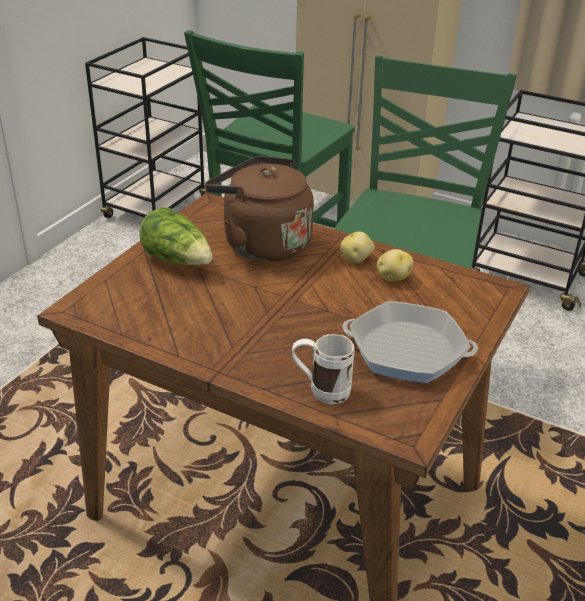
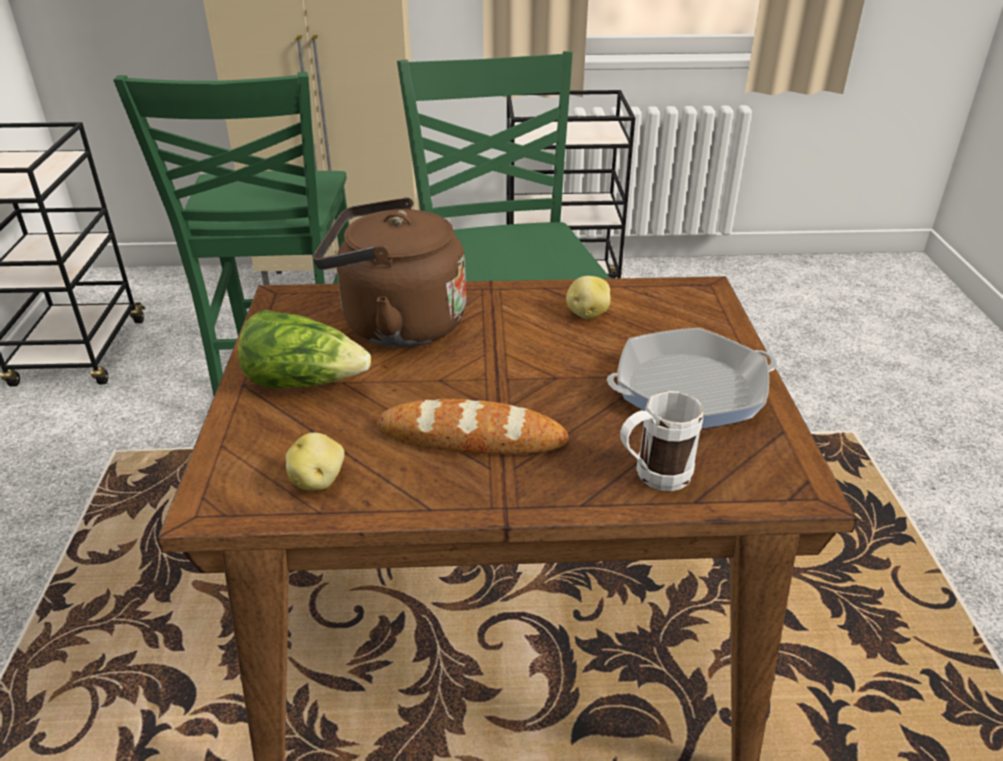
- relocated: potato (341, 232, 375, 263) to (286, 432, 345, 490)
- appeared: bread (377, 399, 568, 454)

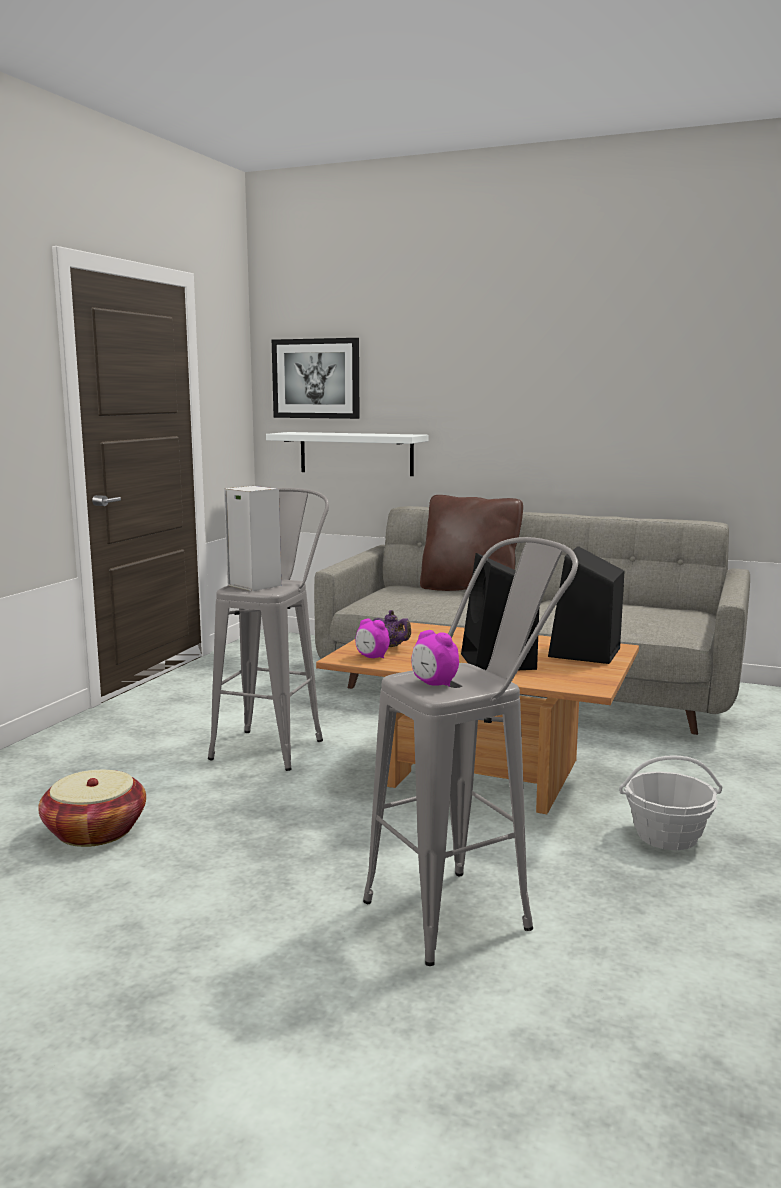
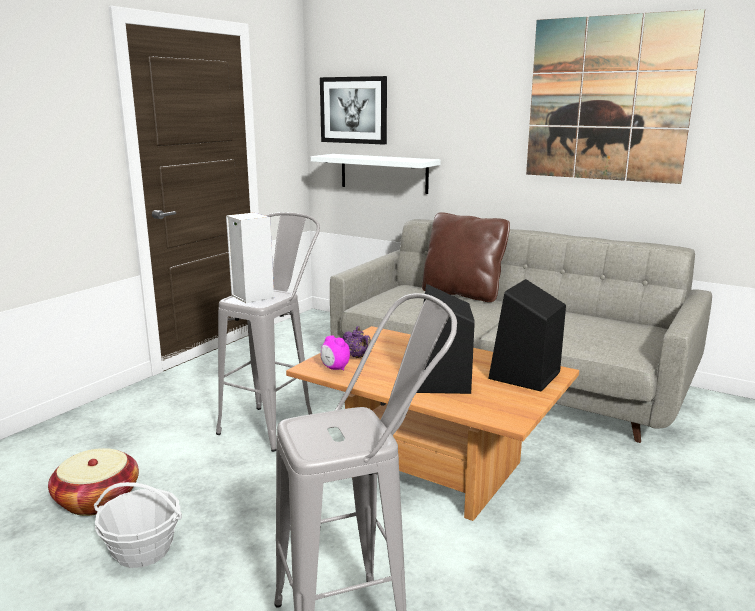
- missing: alarm clock (411, 630, 459, 687)
- relocated: basket (619, 755, 723, 850) to (94, 482, 182, 568)
- appeared: picture (526, 9, 705, 184)

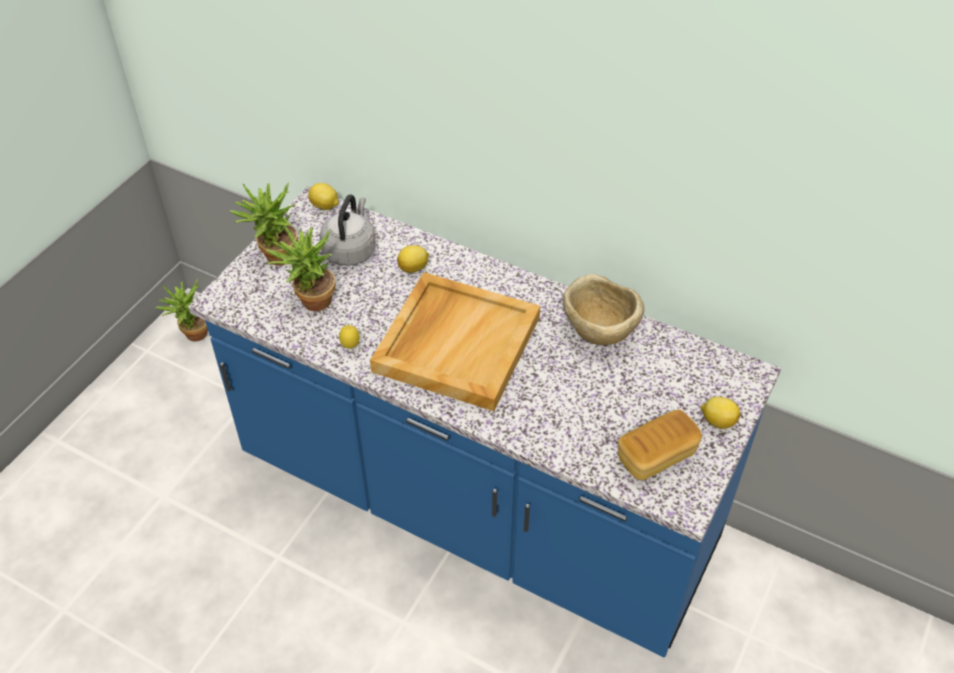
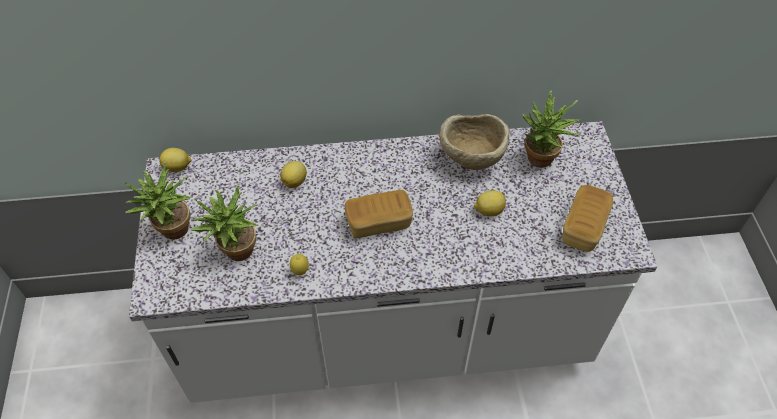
- colour: blue counter (188, 186, 781, 657) to white counter (129, 121, 658, 403)
- missing: grey kettle (319, 195, 376, 266)
- exchanged: beige tray (370, 272, 540, 411) to bread (345, 190, 413, 238)
- relocated: potted plant (156, 279, 208, 341) to (522, 90, 581, 168)
- relocated: lemon (701, 397, 740, 429) to (474, 190, 506, 216)

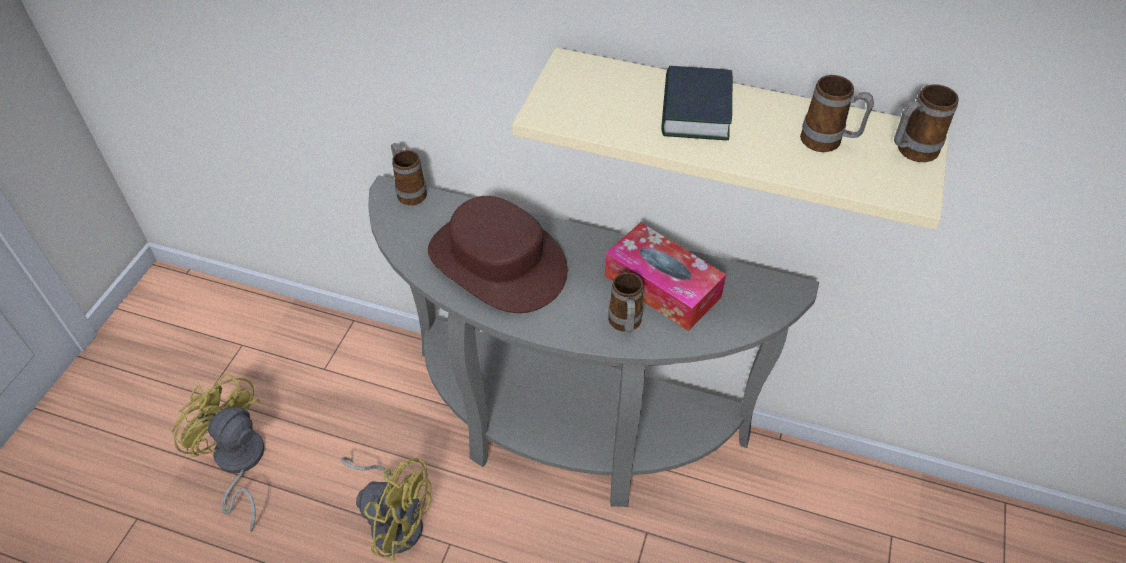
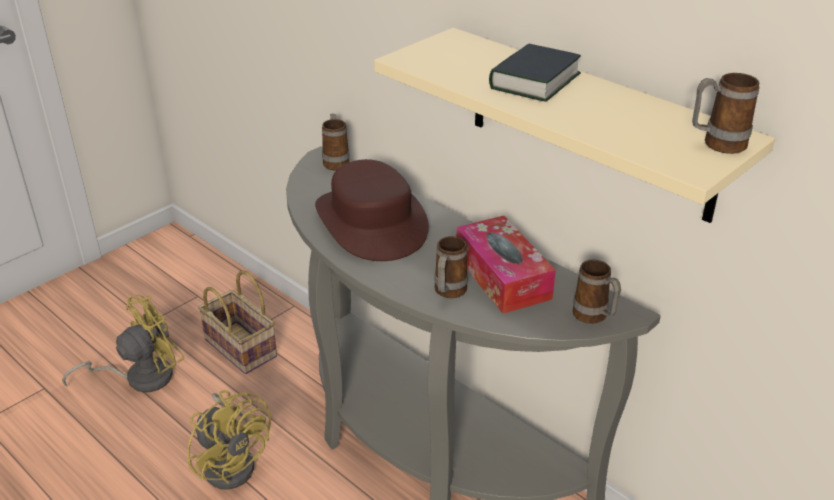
- relocated: mug (800, 75, 874, 152) to (573, 260, 621, 324)
- spun: yellow fan (172, 372, 264, 532) = (62, 295, 185, 393) 75 degrees clockwise
- appeared: basket (198, 270, 277, 374)

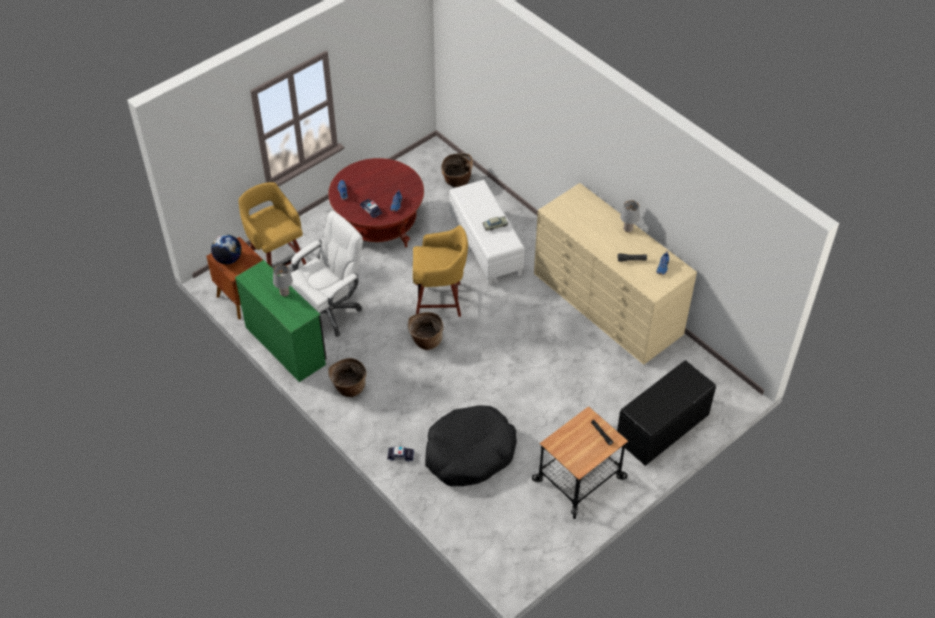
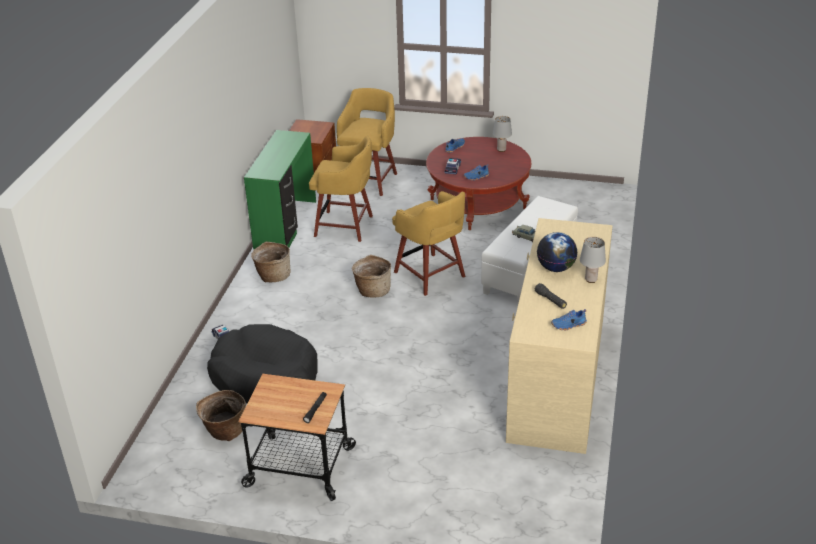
- relocated: basket (441, 153, 473, 187) to (196, 390, 246, 441)
- exchanged: white office chair (291, 211, 363, 337) to yellow stool (309, 136, 373, 242)
- relocated: globe (211, 234, 242, 264) to (537, 232, 577, 272)
- relocated: grey table lamp (273, 264, 293, 297) to (493, 116, 512, 152)
- missing: black bench (617, 360, 716, 466)

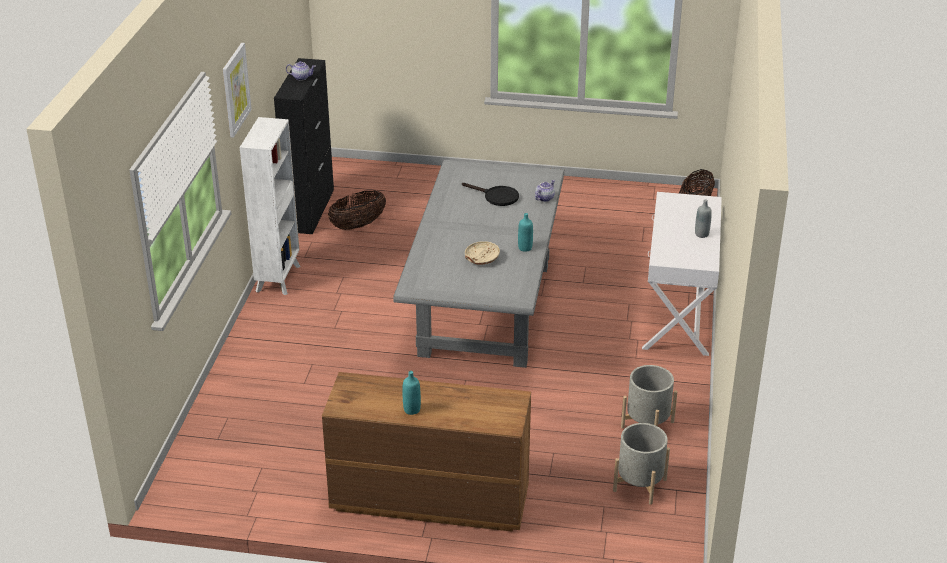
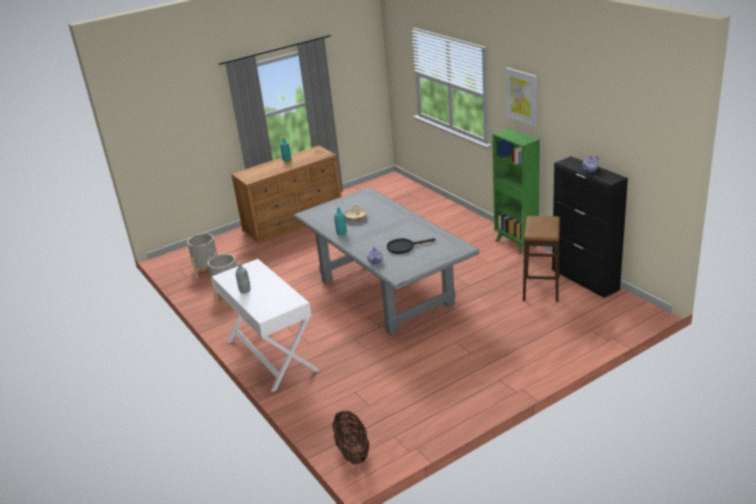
- colour: white bookcase (240, 117, 301, 295) to green bookcase (492, 128, 540, 254)
- exchanged: basket (328, 191, 386, 230) to stool (523, 216, 560, 302)

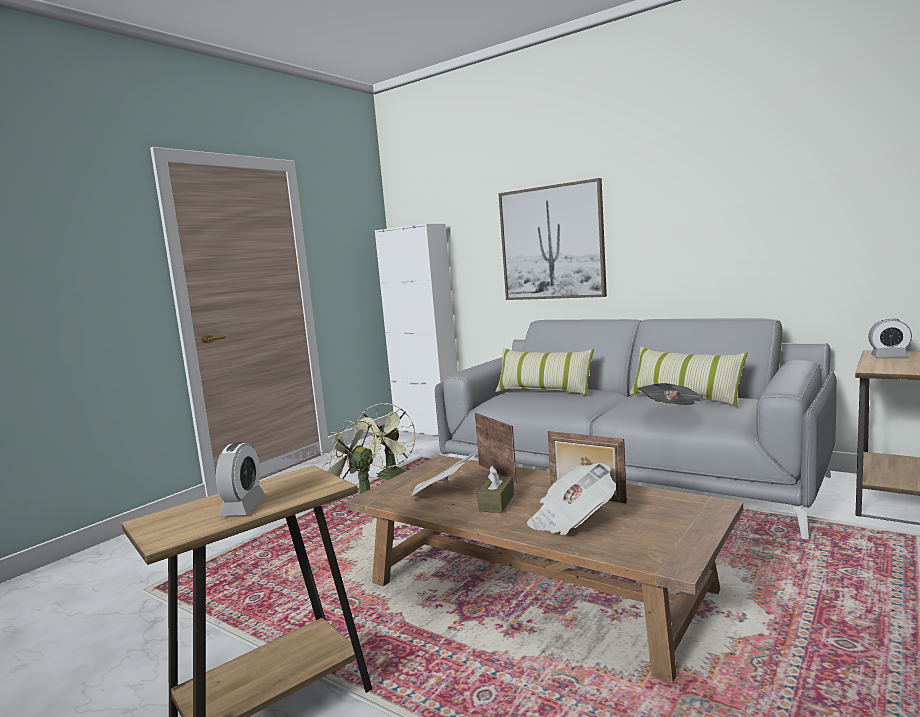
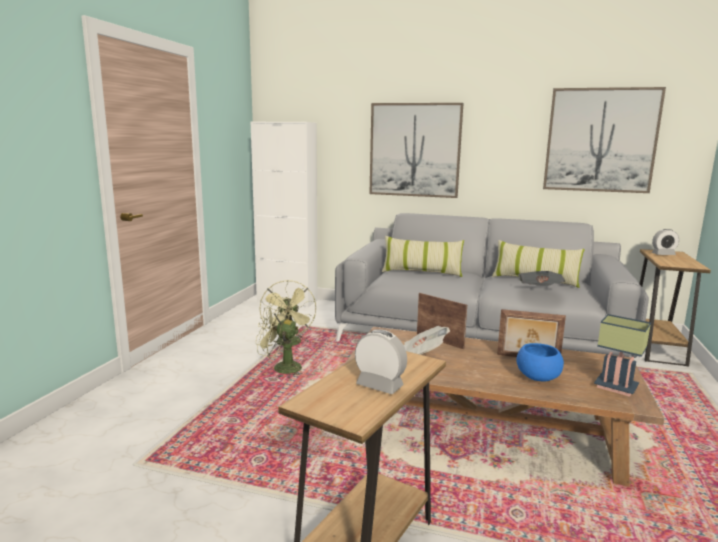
- spun: alarm clock (216, 442, 267, 516) = (355, 329, 407, 394) 45 degrees counterclockwise
- exchanged: newspaper (527, 463, 616, 535) to blue bowl (516, 343, 564, 382)
- missing: brown tissue box (477, 466, 514, 513)
- appeared: picture (543, 87, 666, 193)
- appeared: table lamp (594, 314, 651, 397)

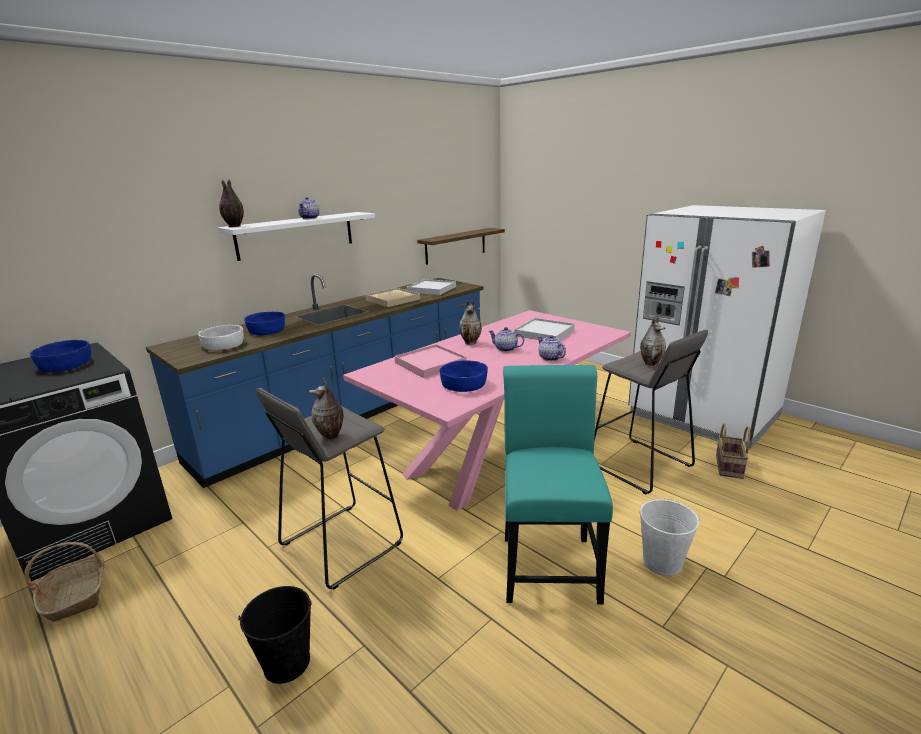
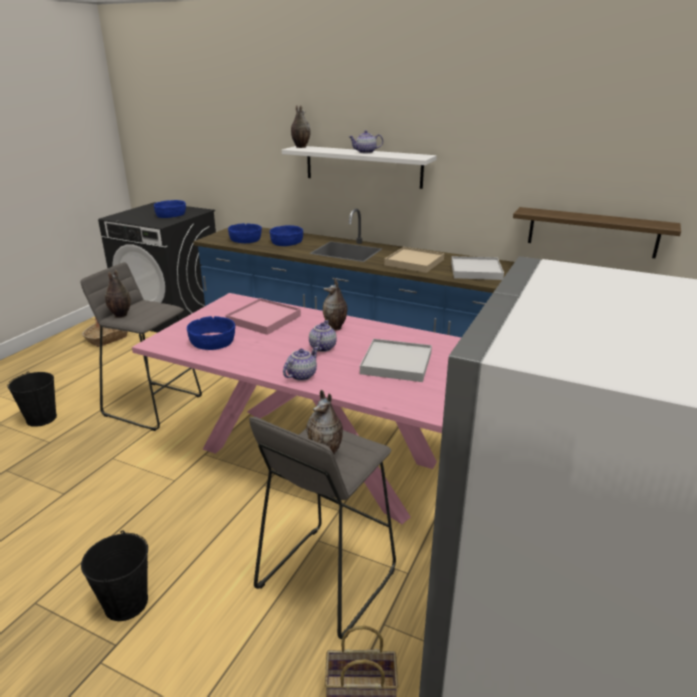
- colour: white bowl (198, 325, 244, 350) to blue bowl (228, 223, 262, 243)
- missing: turquoise chair (503, 365, 613, 605)
- colour: white bucket (639, 498, 700, 576) to black bucket (81, 531, 148, 621)

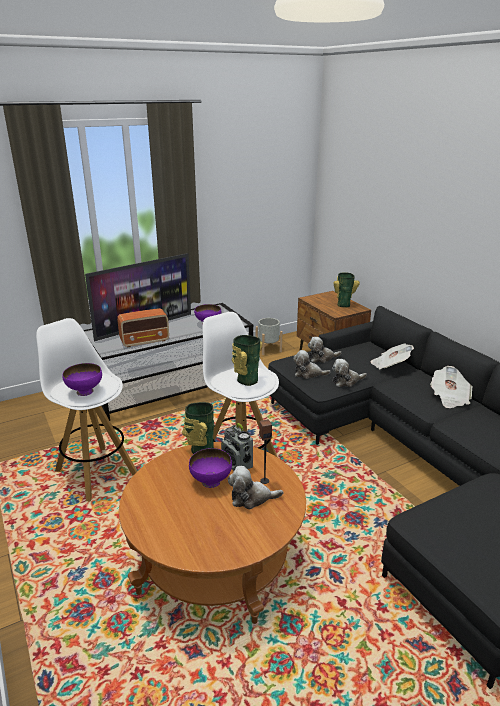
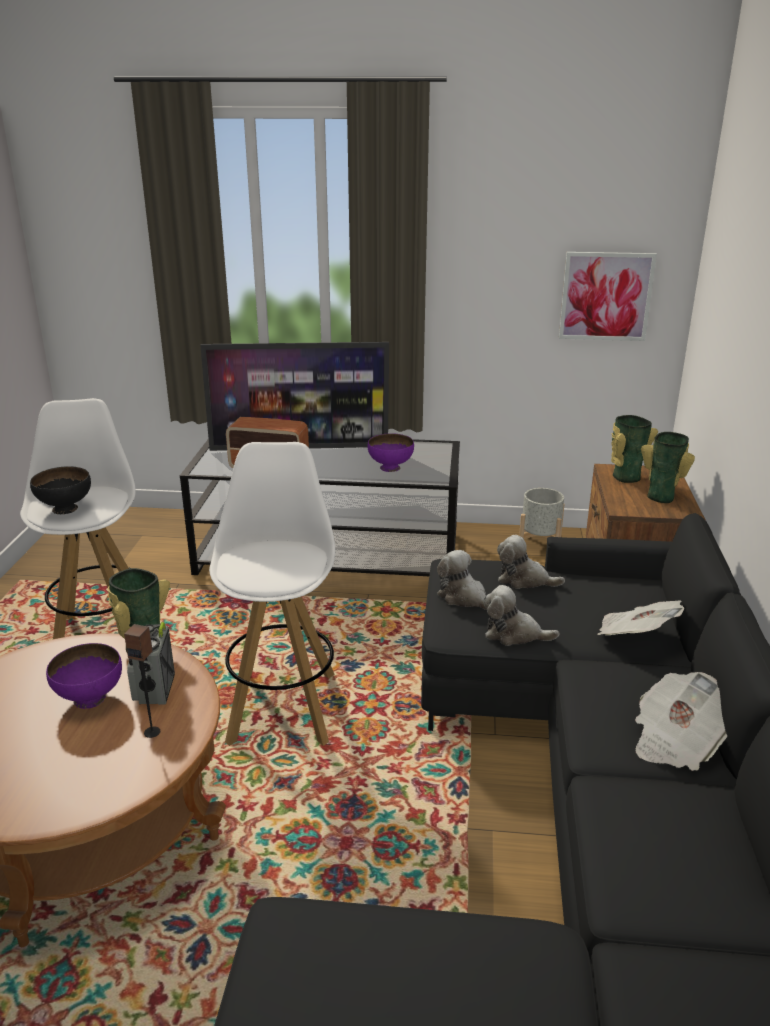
- relocated: vase (232, 335, 262, 386) to (611, 415, 658, 483)
- colour: purple bowl (63, 363, 102, 396) to black bowl (30, 466, 91, 514)
- missing: plush toy (228, 466, 284, 510)
- appeared: picture (559, 252, 657, 341)

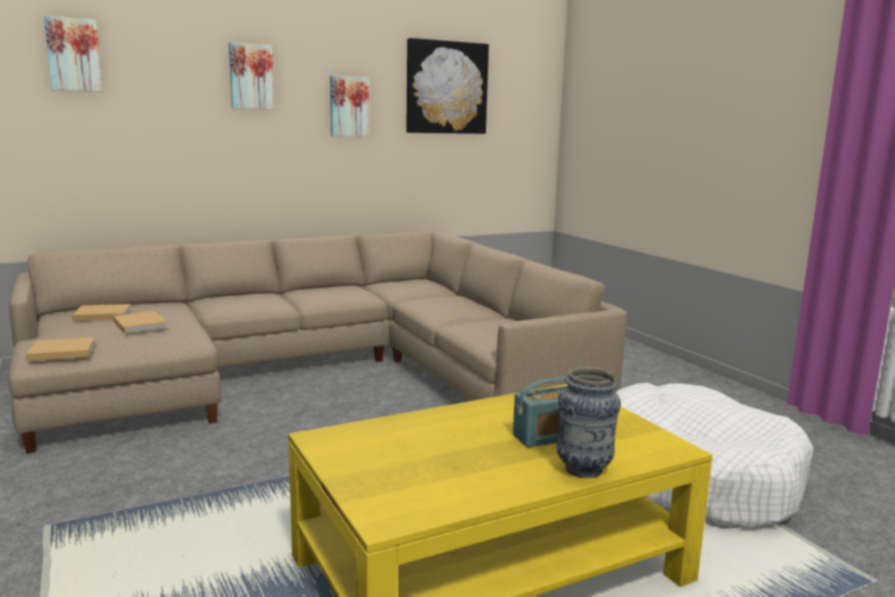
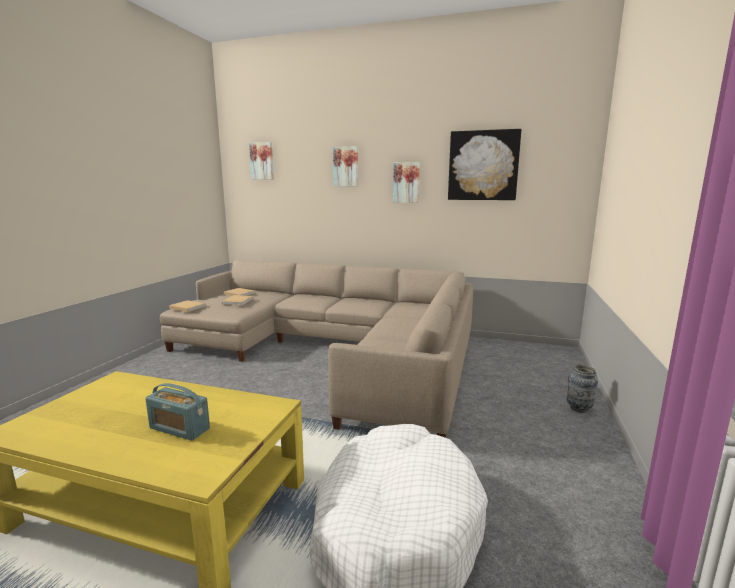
- relocated: vase (557, 368, 621, 478) to (567, 365, 598, 413)

